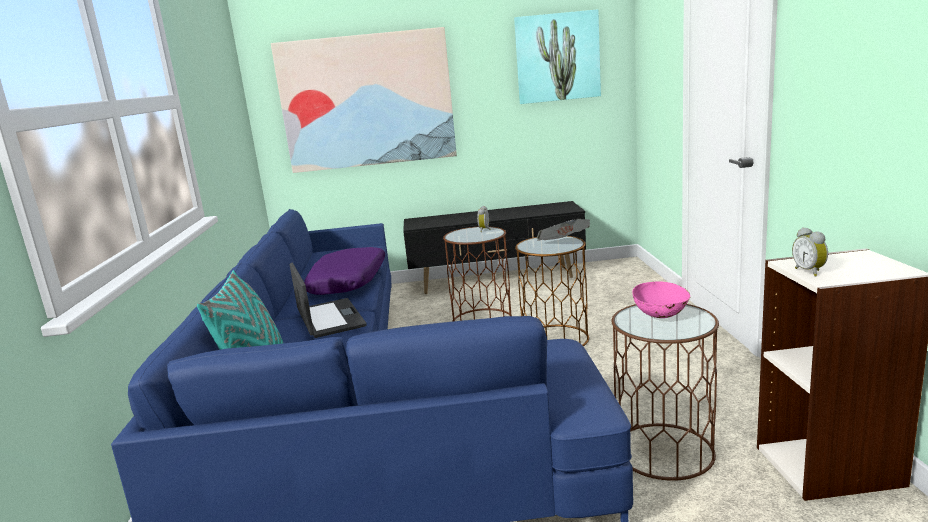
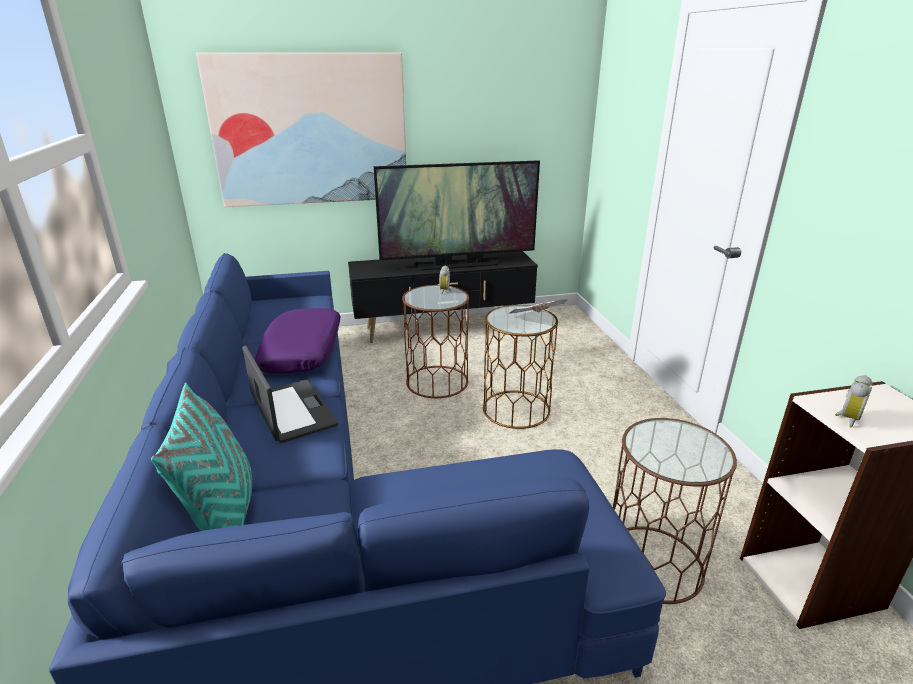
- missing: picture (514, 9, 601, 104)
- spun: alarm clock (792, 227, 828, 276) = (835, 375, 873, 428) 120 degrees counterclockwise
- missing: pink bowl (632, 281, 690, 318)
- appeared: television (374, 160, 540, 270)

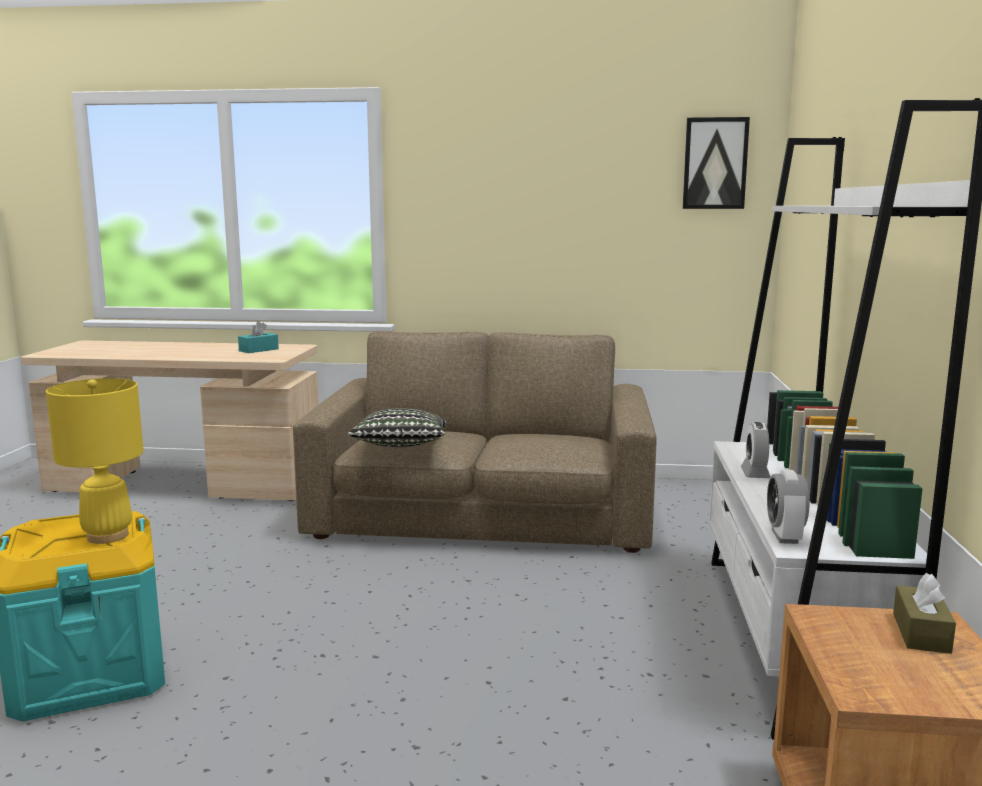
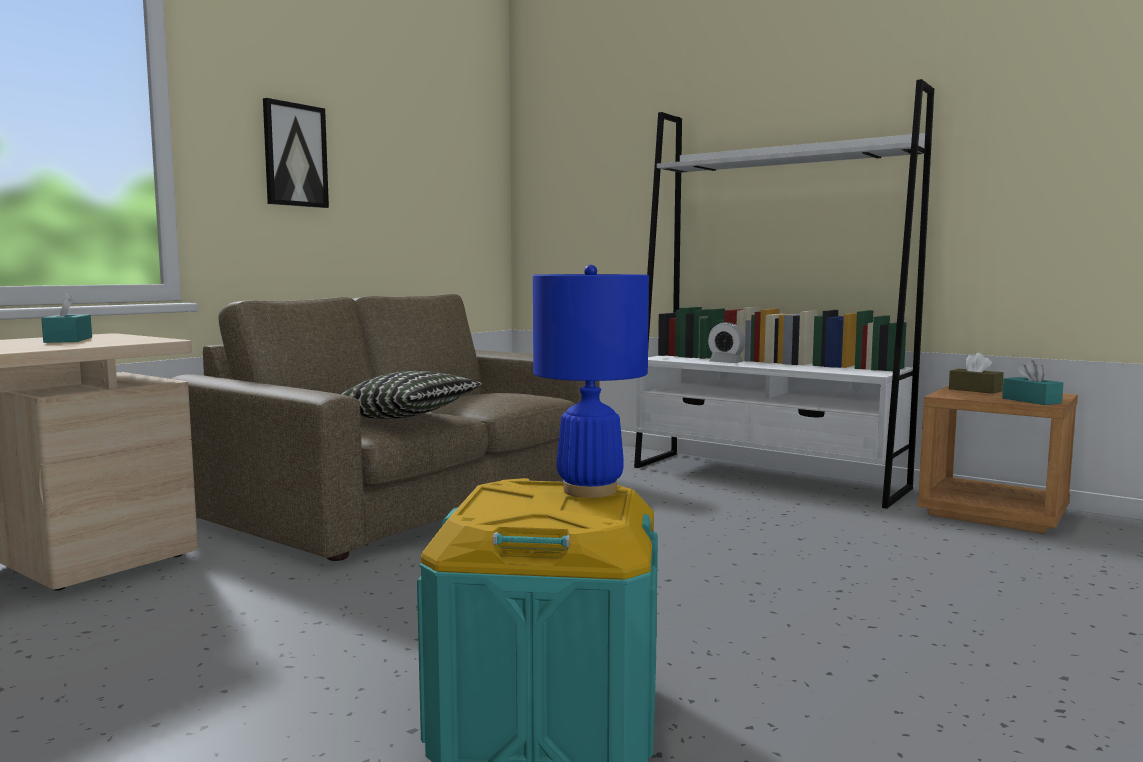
- relocated: picture (683, 117, 750, 209) to (263, 98, 329, 208)
- colour: yellow table lamp (46, 378, 144, 544) to blue table lamp (533, 265, 649, 498)
- missing: alarm clock (767, 470, 810, 544)
- appeared: turquoise tissue box (1002, 360, 1063, 405)

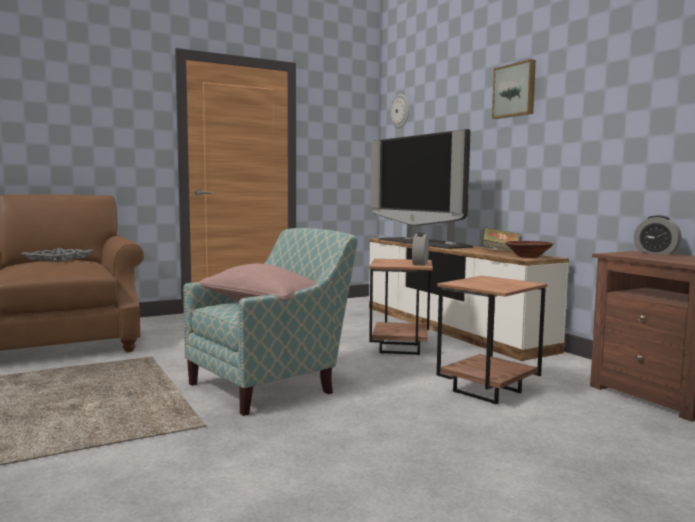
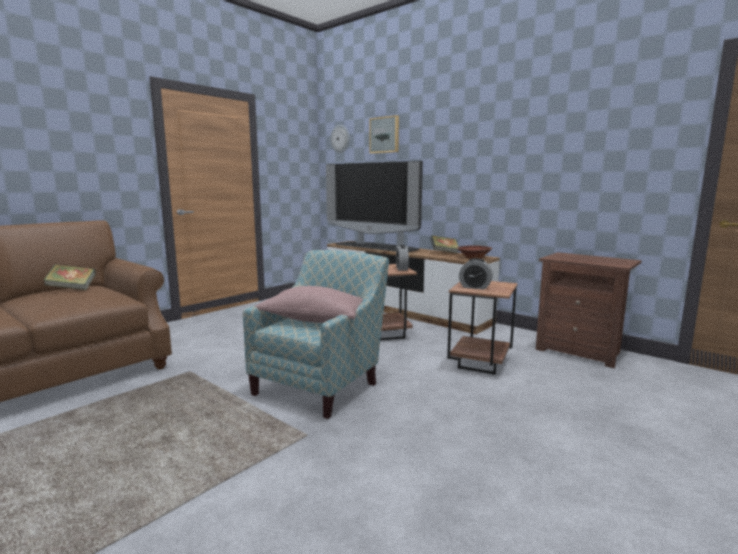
- relocated: picture (492, 59, 536, 119) to (370, 115, 399, 154)
- relocated: alarm clock (634, 215, 682, 255) to (459, 258, 493, 290)
- exchanged: grey tray (21, 248, 94, 261) to book (44, 264, 96, 290)

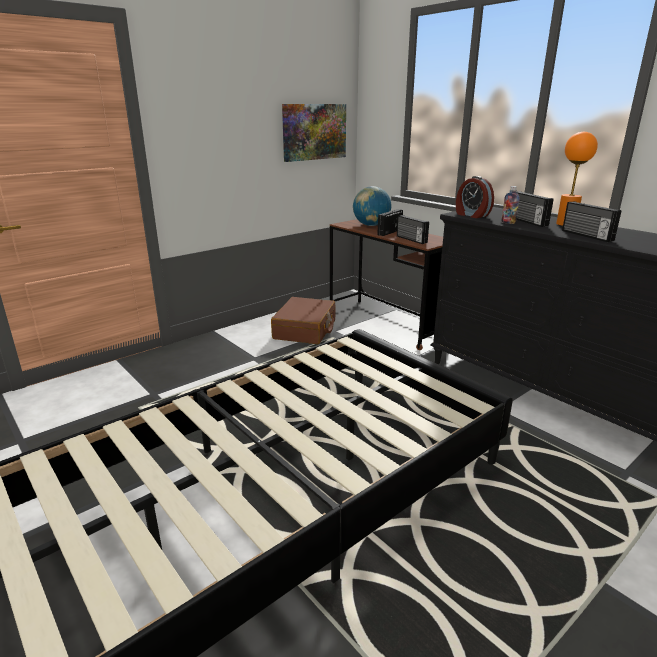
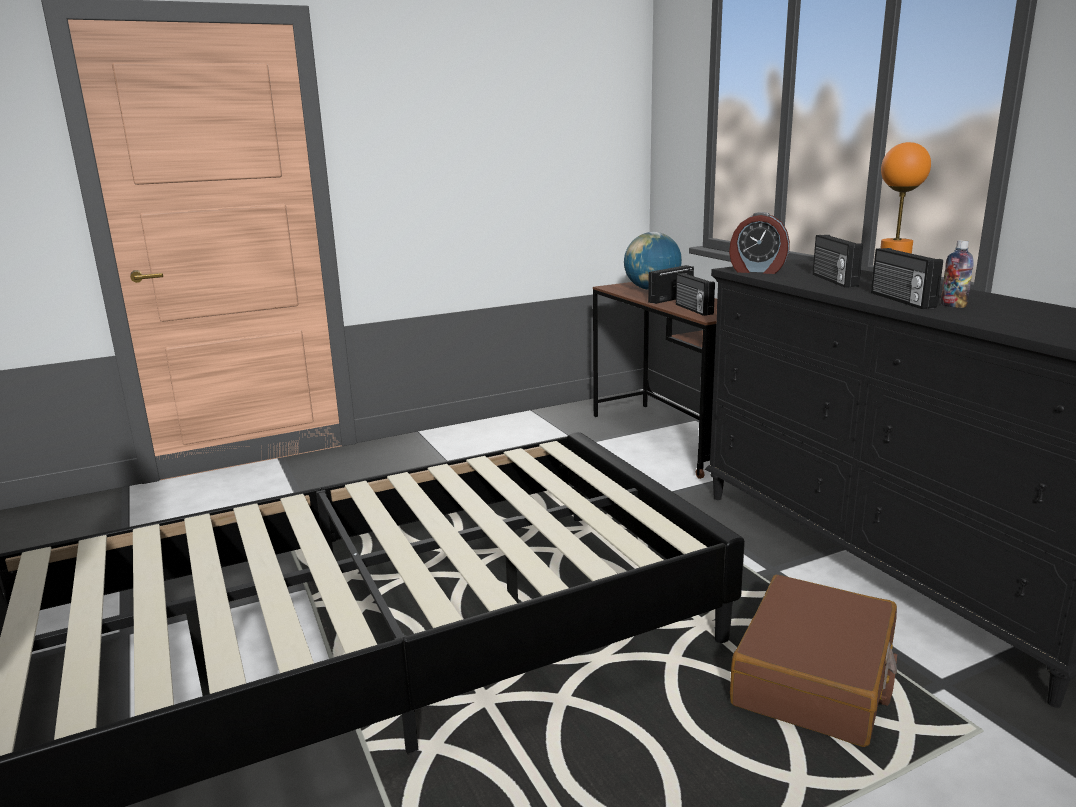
- missing: picture (282, 104, 346, 162)
- spun: alarm clock (456, 176, 494, 218) = (729, 212, 790, 274) 45 degrees counterclockwise
- relocated: bottle (501, 186, 520, 224) to (941, 240, 974, 308)
- relocated: brown suitcase (271, 297, 336, 344) to (730, 575, 897, 747)

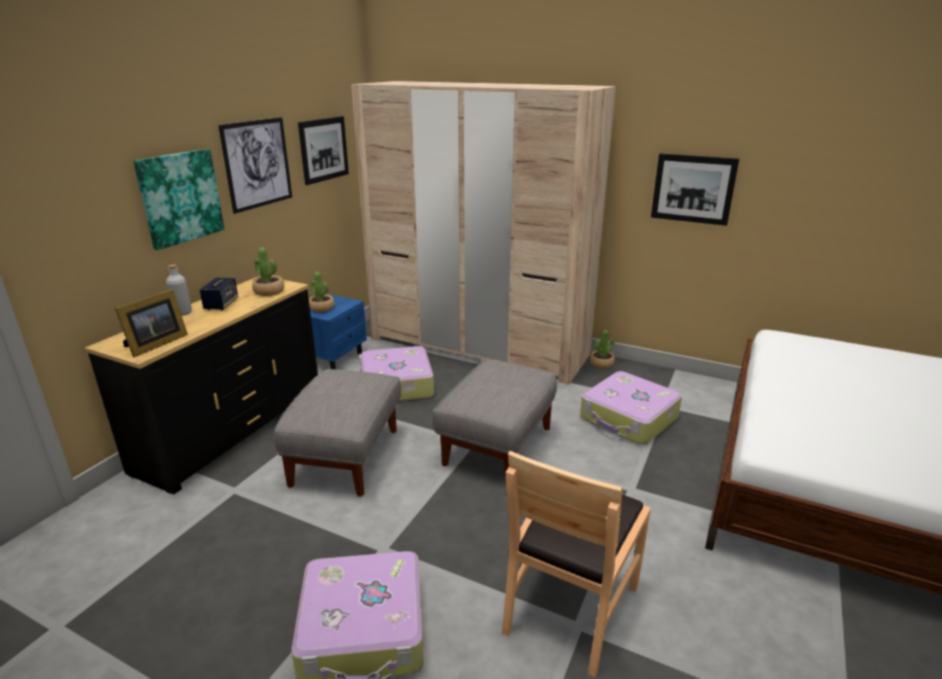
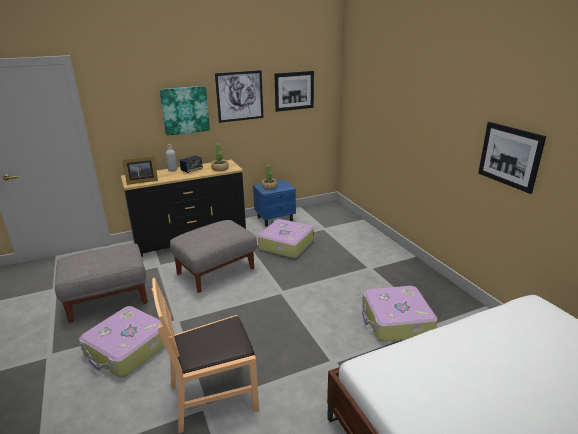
- missing: beige wardrobe (351, 81, 616, 385)
- missing: potted plant (590, 330, 615, 369)
- relocated: grey ottoman (432, 359, 557, 484) to (55, 244, 148, 323)

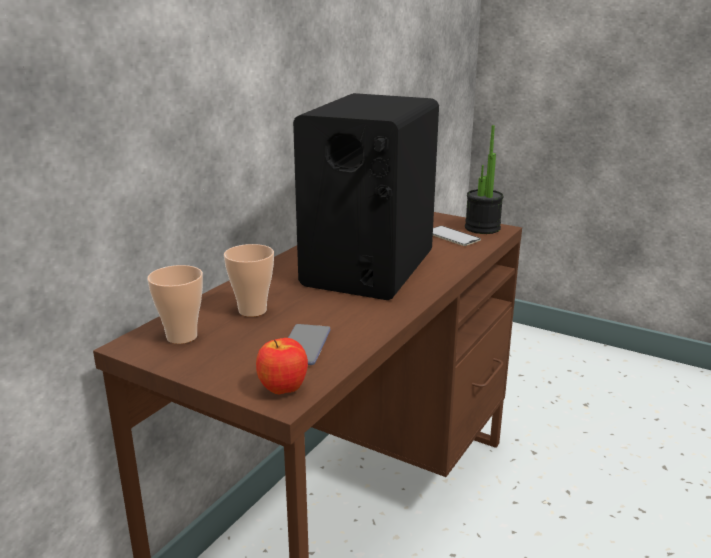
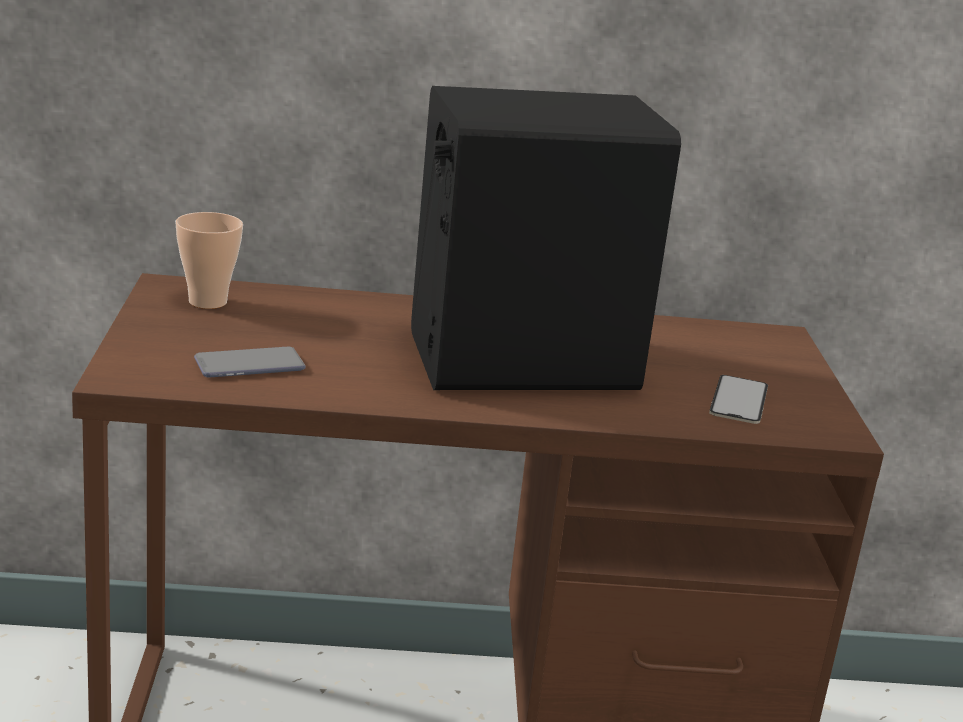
- missing: potted plant (465, 125, 503, 234)
- missing: cup (224, 244, 274, 317)
- missing: apple (256, 338, 308, 394)

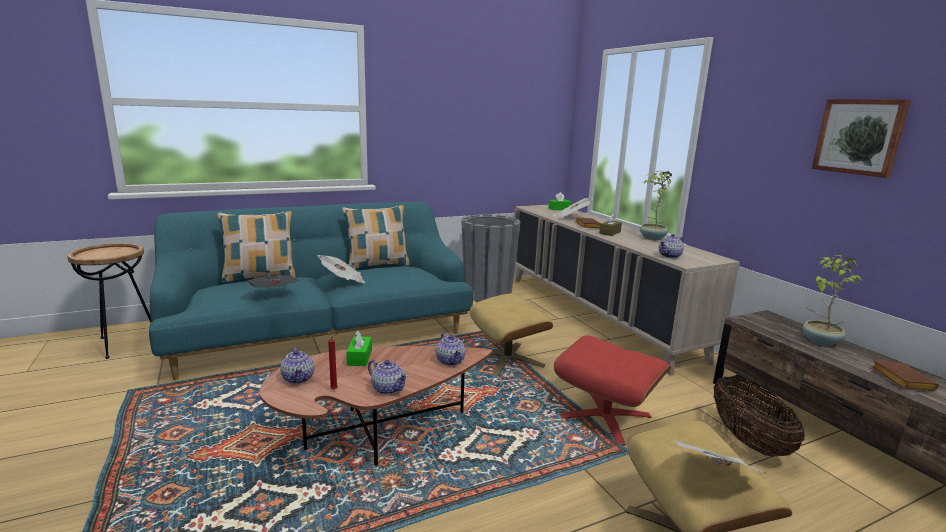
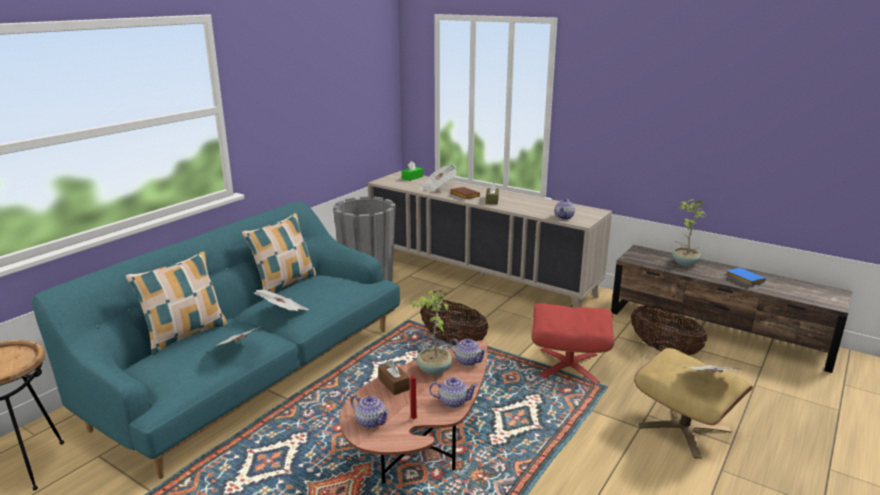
- missing: picture (812, 99, 911, 178)
- relocated: potted plant (640, 171, 672, 240) to (410, 289, 452, 376)
- exchanged: beige ottoman (470, 294, 553, 375) to basket (420, 300, 488, 345)
- colour: green tissue box (347, 330, 372, 366) to brown tissue box (378, 360, 410, 395)
- colour: brown book (871, 360, 939, 391) to blue book (726, 268, 766, 286)

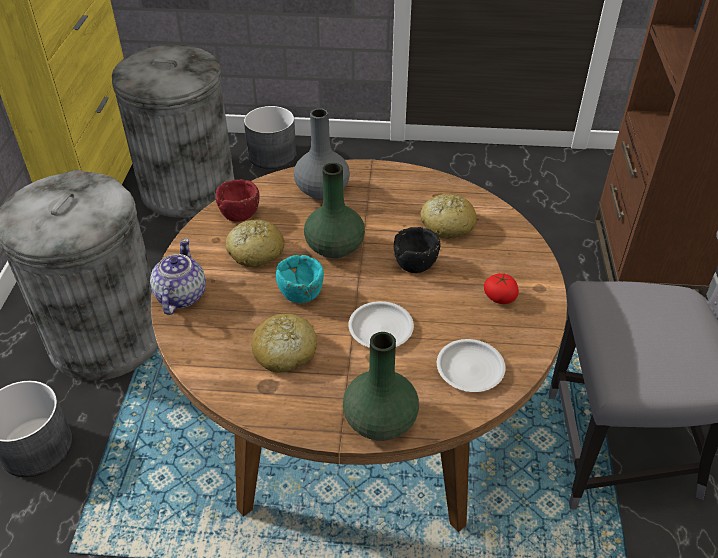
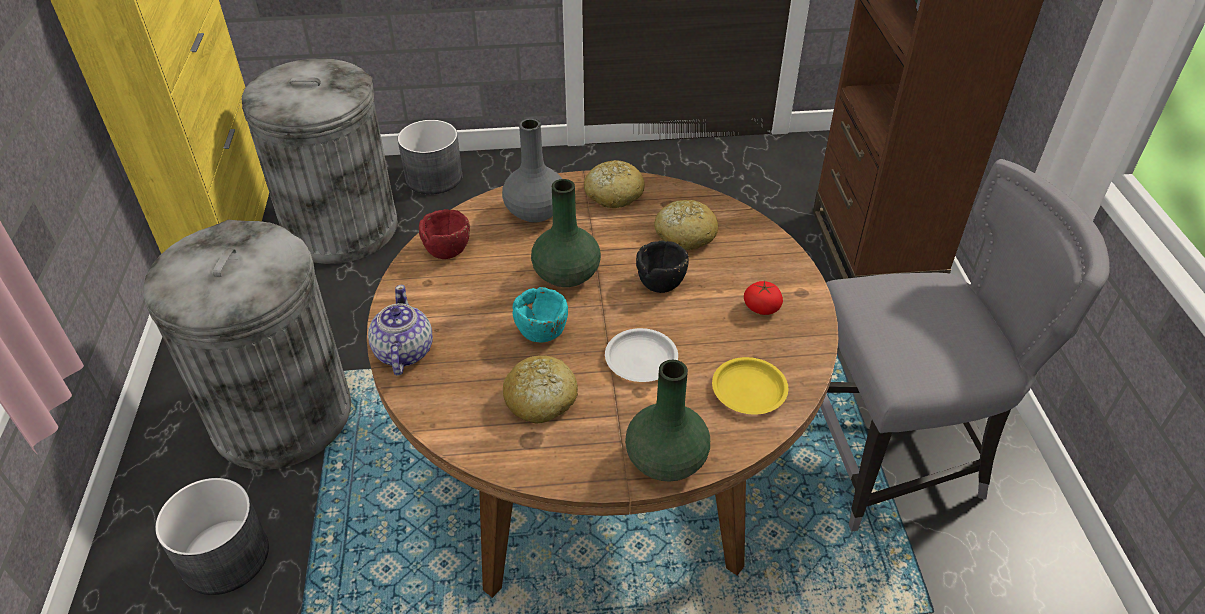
- relocated: bread (225, 219, 285, 267) to (584, 160, 645, 208)
- colour: white plate (437, 339, 506, 392) to yellow plate (712, 357, 788, 415)

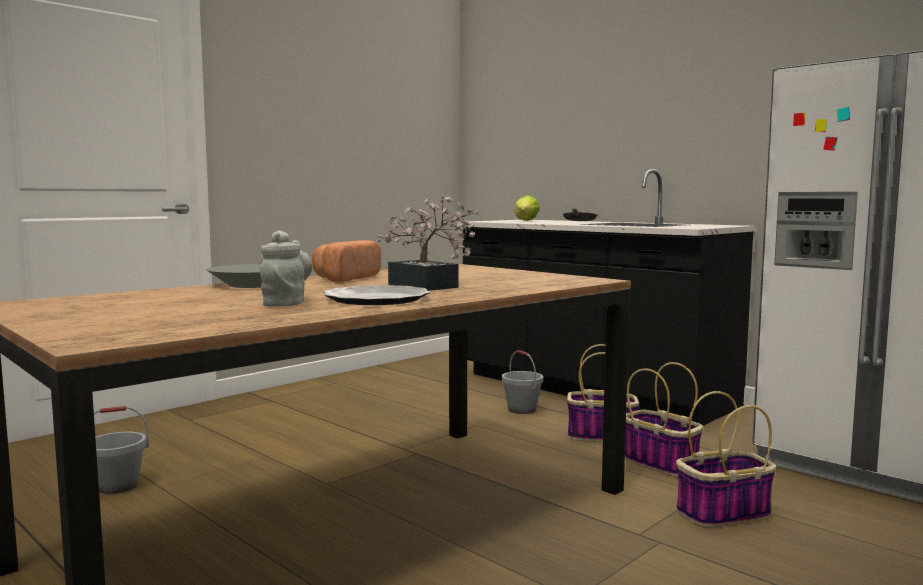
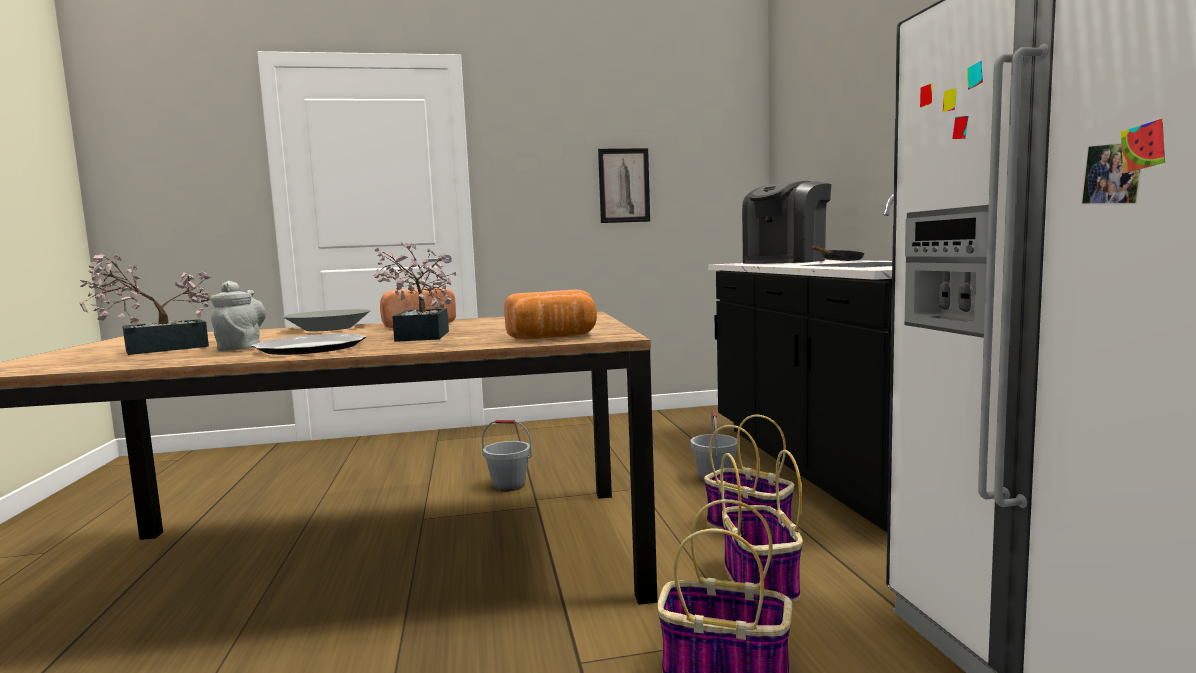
- exchanged: lettuce (514, 195, 540, 221) to coffee machine (742, 181, 832, 264)
- spun: grey teapot (260, 230, 312, 306) = (211, 281, 266, 351) 45 degrees counterclockwise
- relocated: grey bucket (94, 406, 149, 494) to (482, 420, 532, 492)
- appeared: picture (598, 148, 650, 223)
- appeared: potted plant (79, 253, 212, 355)
- appeared: bread (504, 290, 597, 339)

